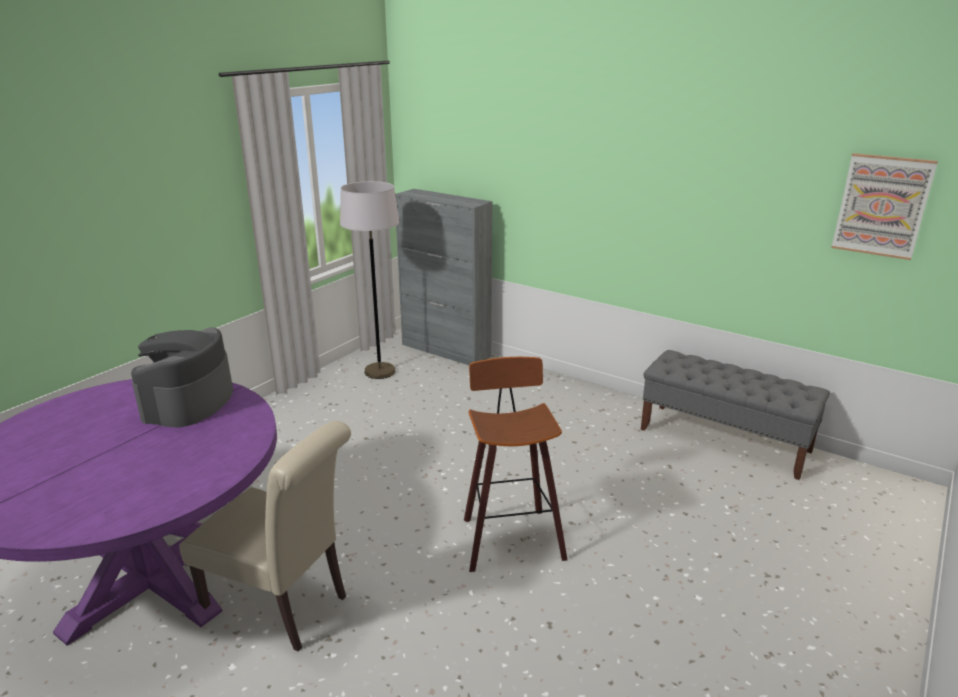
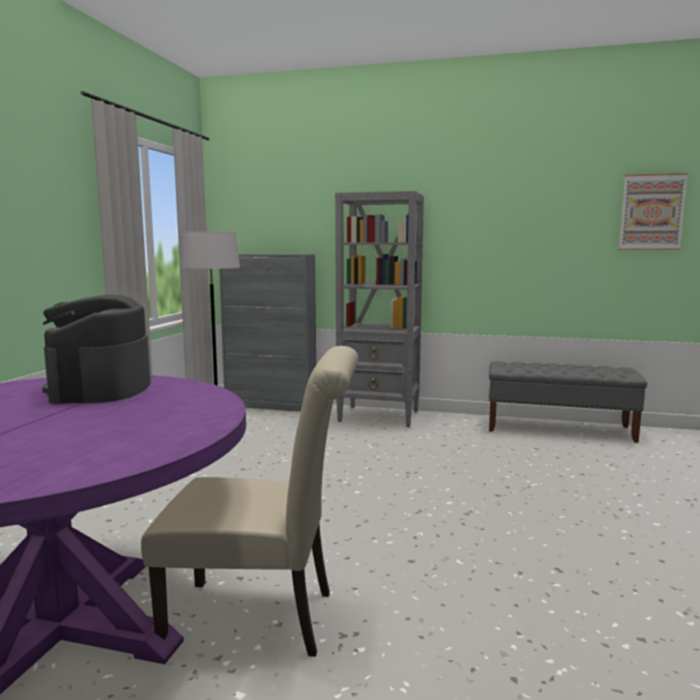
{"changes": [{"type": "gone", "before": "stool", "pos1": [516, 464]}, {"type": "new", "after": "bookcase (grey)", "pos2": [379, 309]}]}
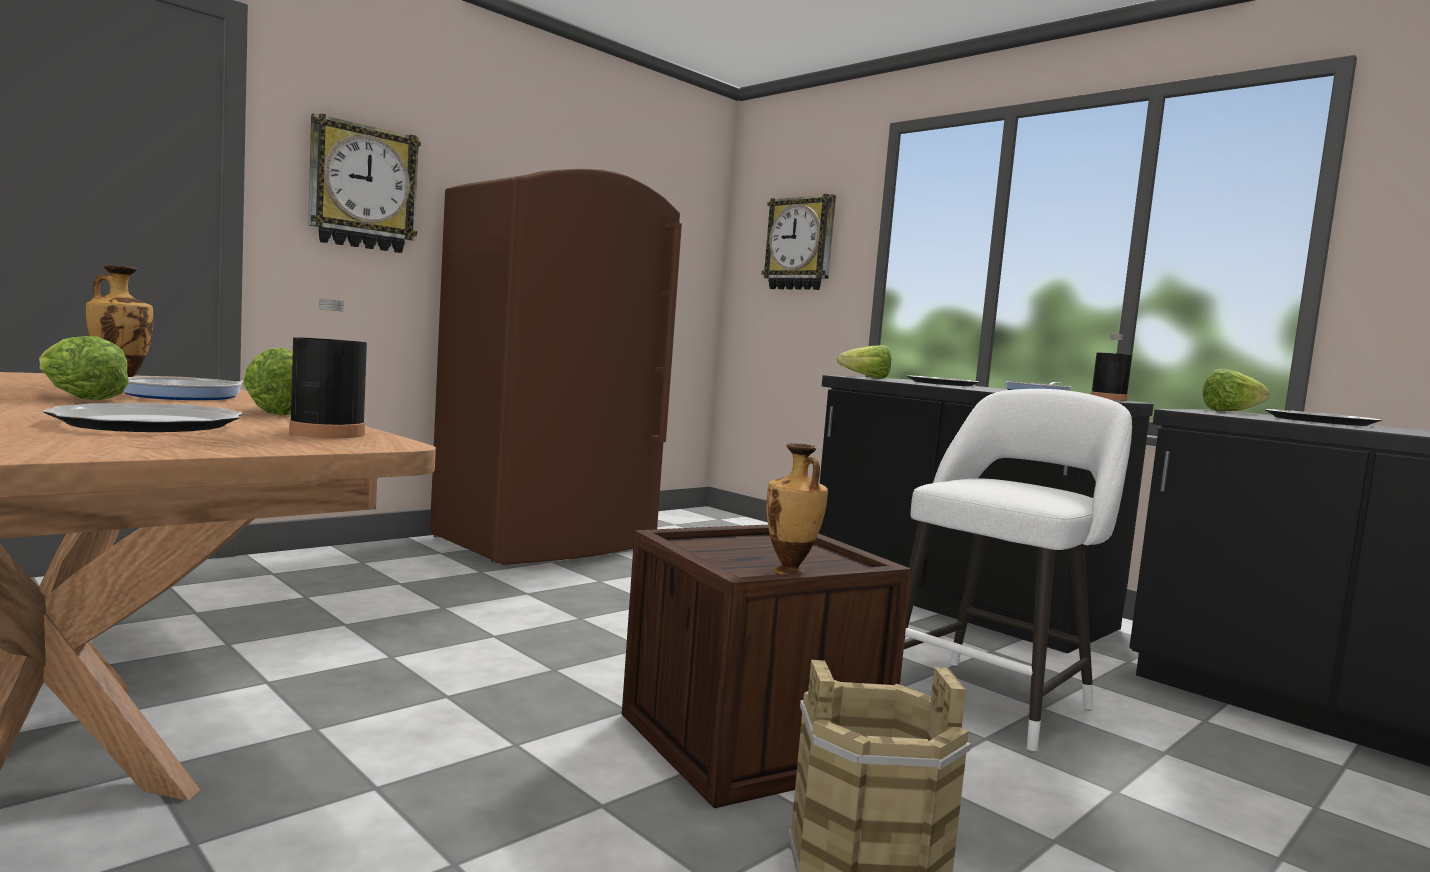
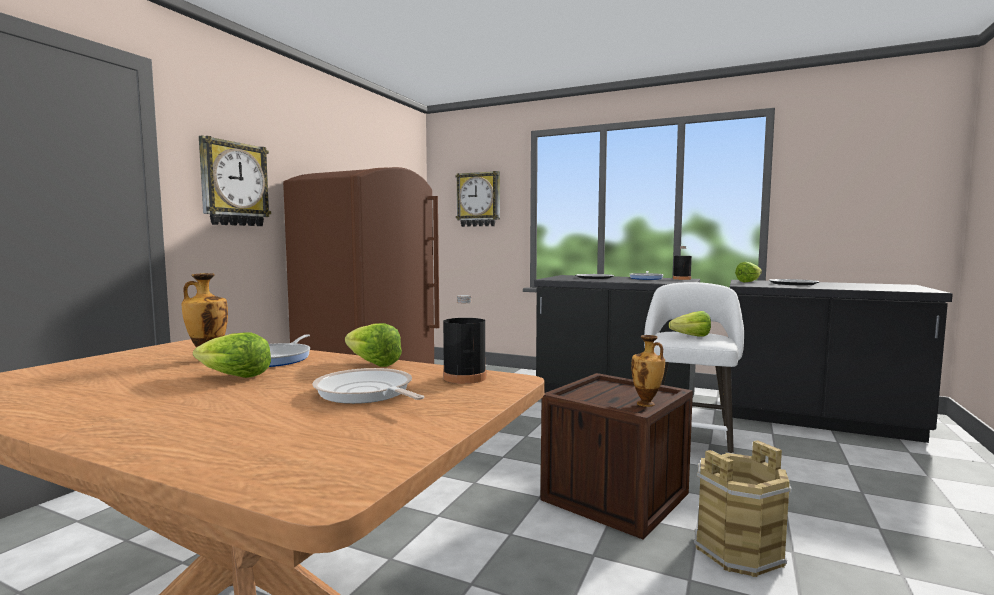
{"changes": [{"type": "shifted", "before": "lettuce", "pos1": [864, 362], "pos2": [690, 324]}, {"type": "swapped", "before": "plate", "after": "frying pan", "pos1": [143, 417], "pos2": [368, 386]}]}
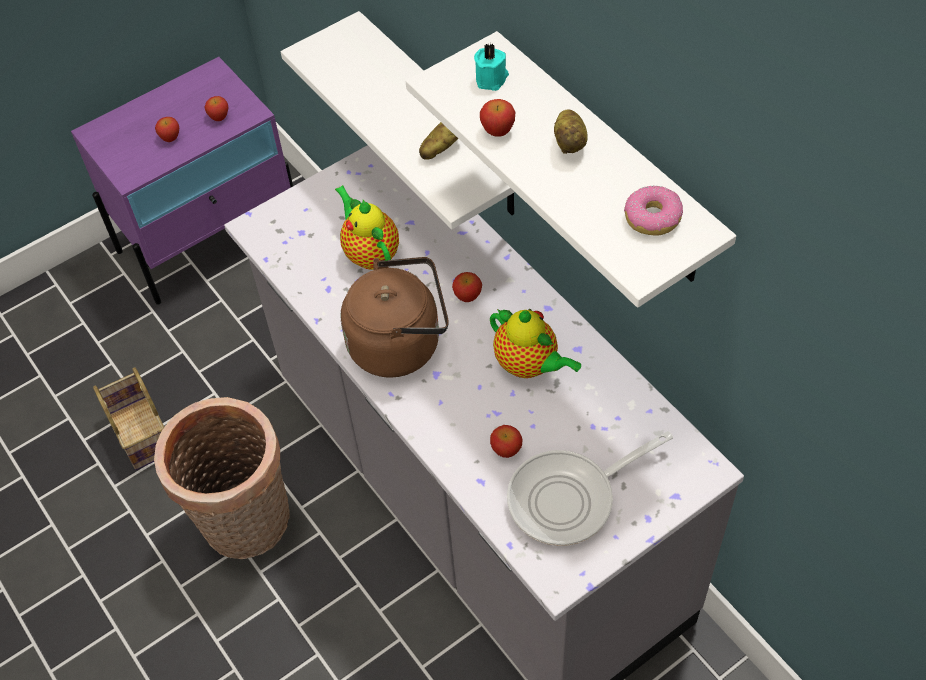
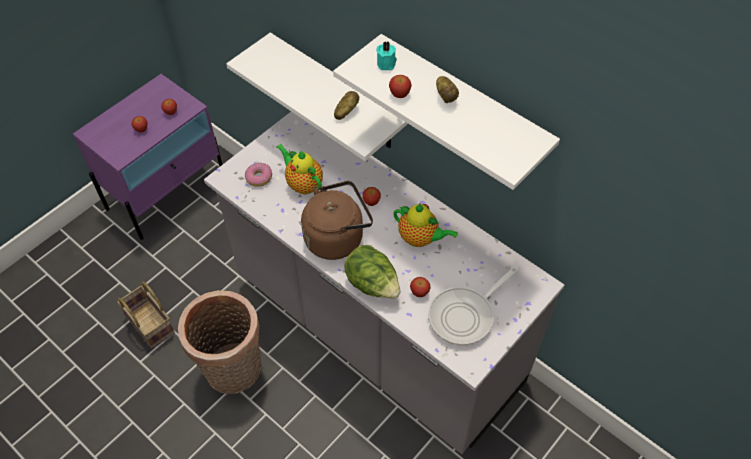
{"changes": [{"type": "shifted", "before": "donut", "pos1": [653, 211], "pos2": [258, 174]}, {"type": "new", "after": "lettuce", "pos2": [372, 272]}]}
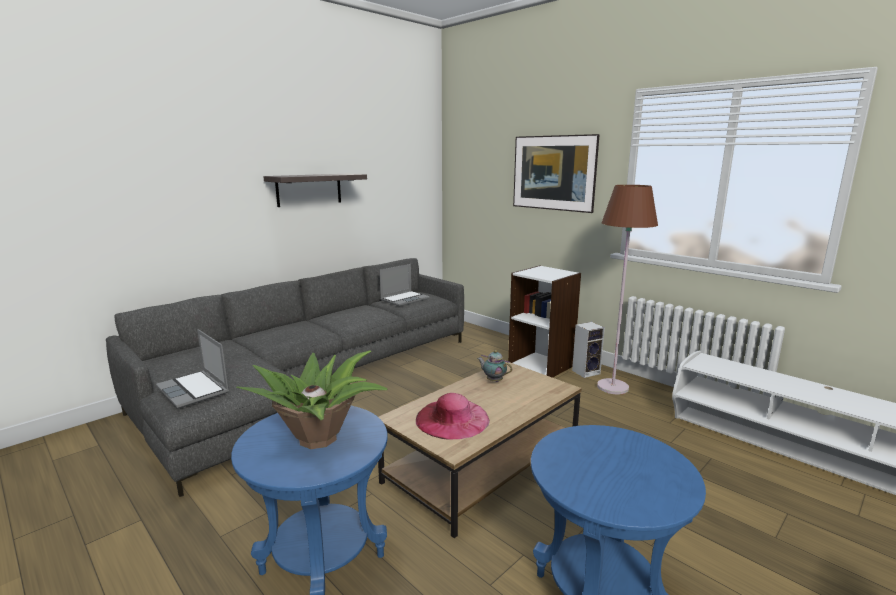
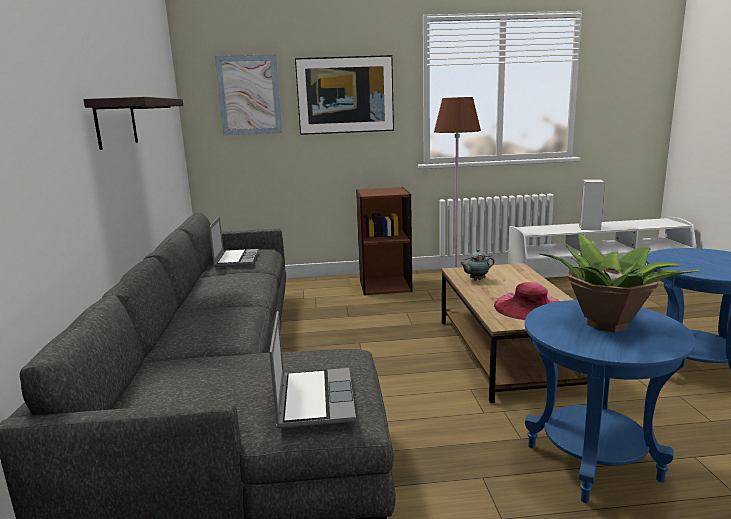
{"changes": [{"type": "repainted", "before": "bookcase (white)", "after": "bookcase (brown)", "pos1": [544, 321], "pos2": [384, 241]}, {"type": "shifted", "before": "speaker", "pos1": [588, 350], "pos2": [592, 205]}, {"type": "rotated", "before": "laptop", "pos1": [192, 369], "pos2": [312, 369], "turn": -90}, {"type": "new", "after": "picture", "pos2": [248, 95]}]}
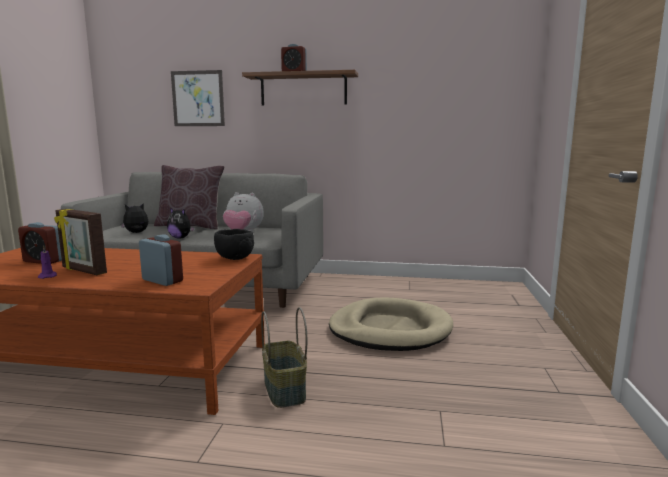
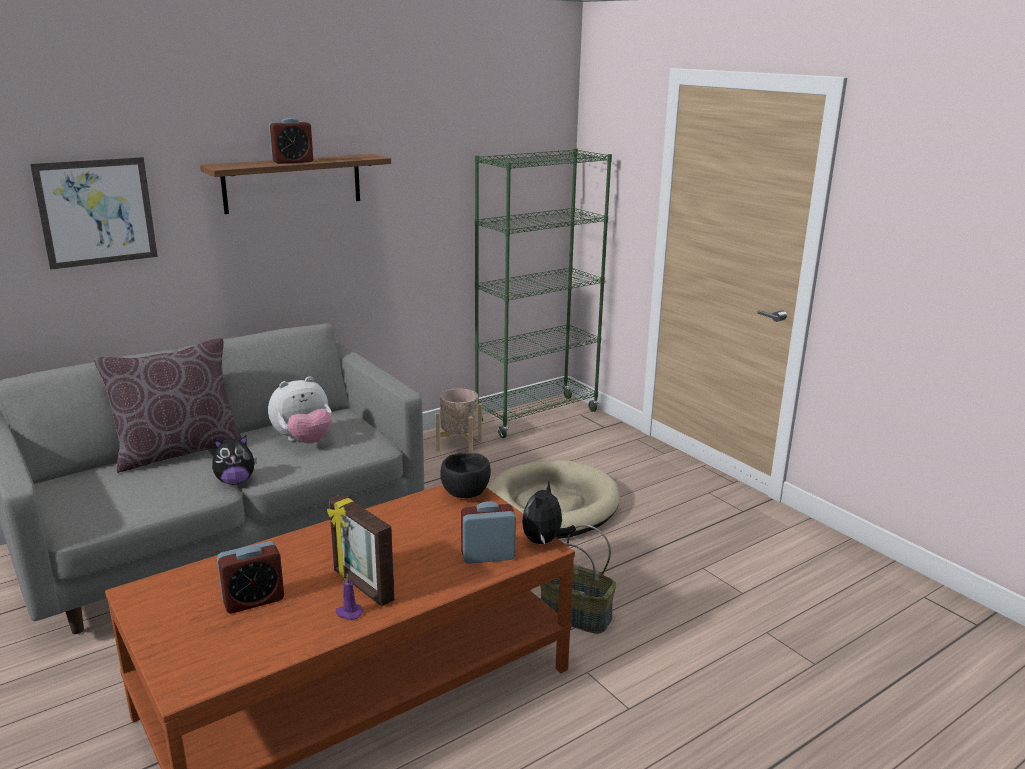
{"changes": [{"type": "shifted", "before": "plush toy", "pos1": [134, 218], "pos2": [549, 512]}, {"type": "rotated", "before": "picture frame", "pos1": [80, 242], "pos2": [360, 550], "turn": 60}, {"type": "new", "after": "bookcase (green)", "pos2": [543, 293]}, {"type": "new", "after": "planter (beige)", "pos2": [459, 421]}]}
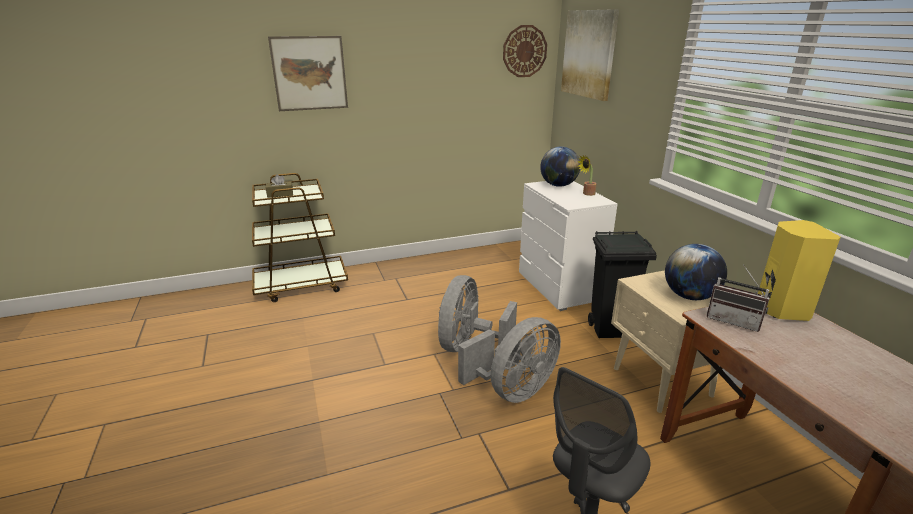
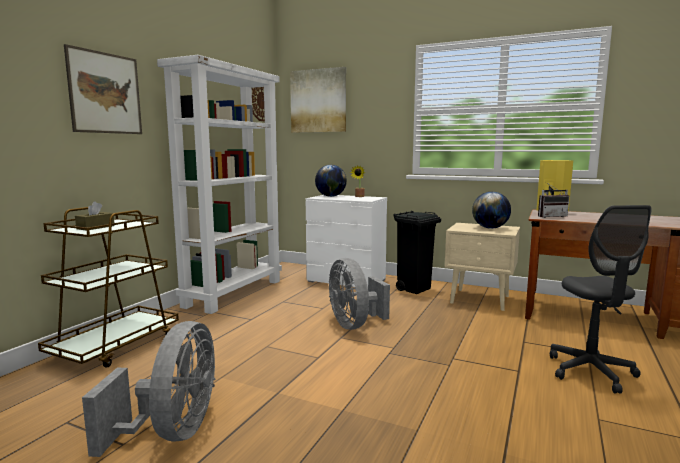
{"changes": [{"type": "shifted", "before": "fan (grey)", "pos1": [509, 360], "pos2": [148, 389]}, {"type": "new", "after": "bookcase (white)", "pos2": [219, 184]}]}
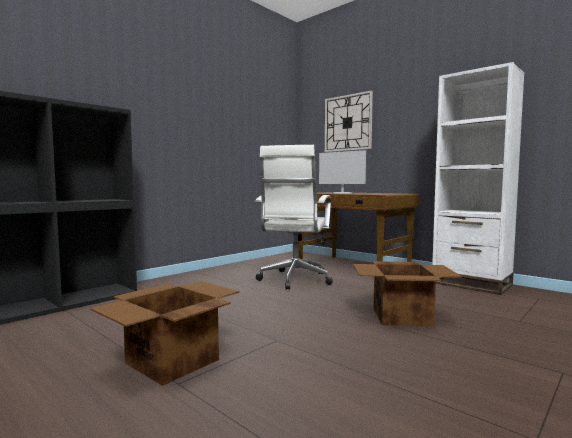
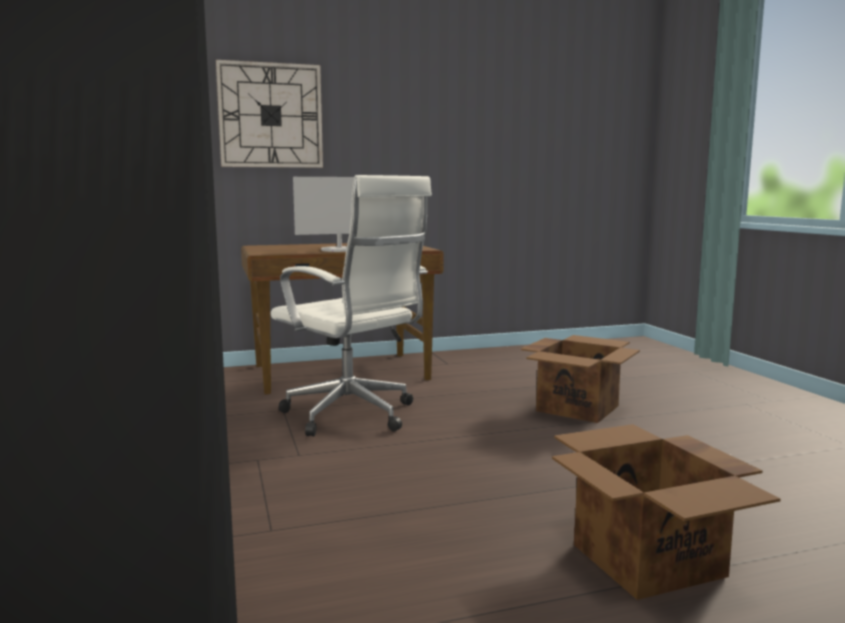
{"changes": [{"type": "gone", "before": "bookcase (white)", "pos1": [478, 178]}]}
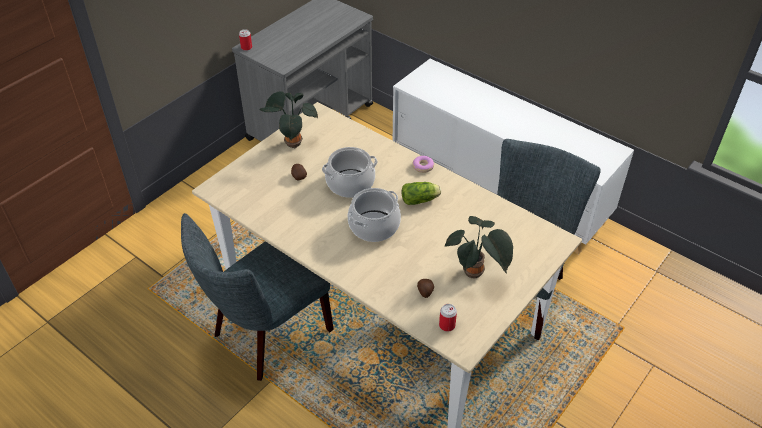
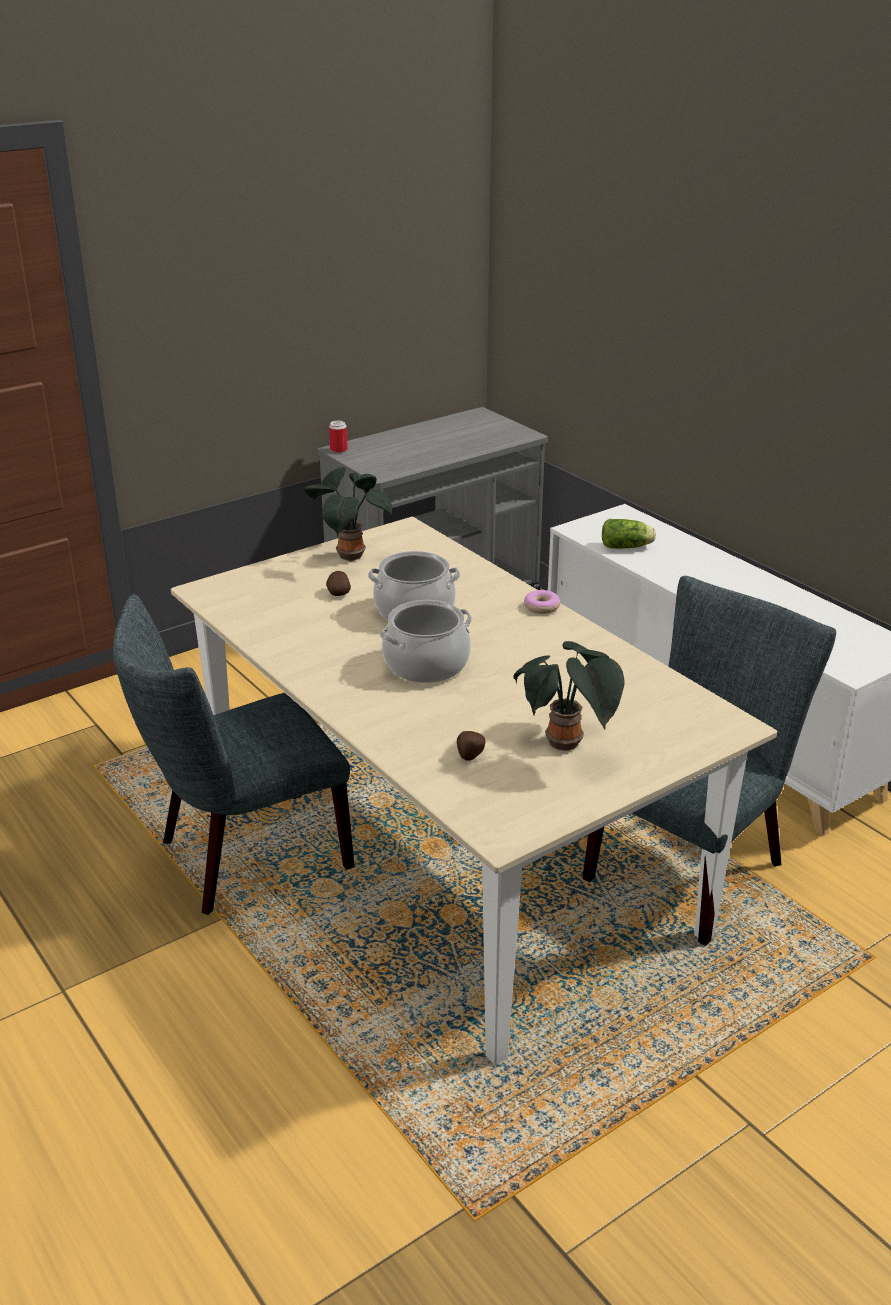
{"changes": [{"type": "shifted", "before": "lettuce", "pos1": [421, 193], "pos2": [629, 534]}, {"type": "gone", "before": "can", "pos1": [448, 318]}]}
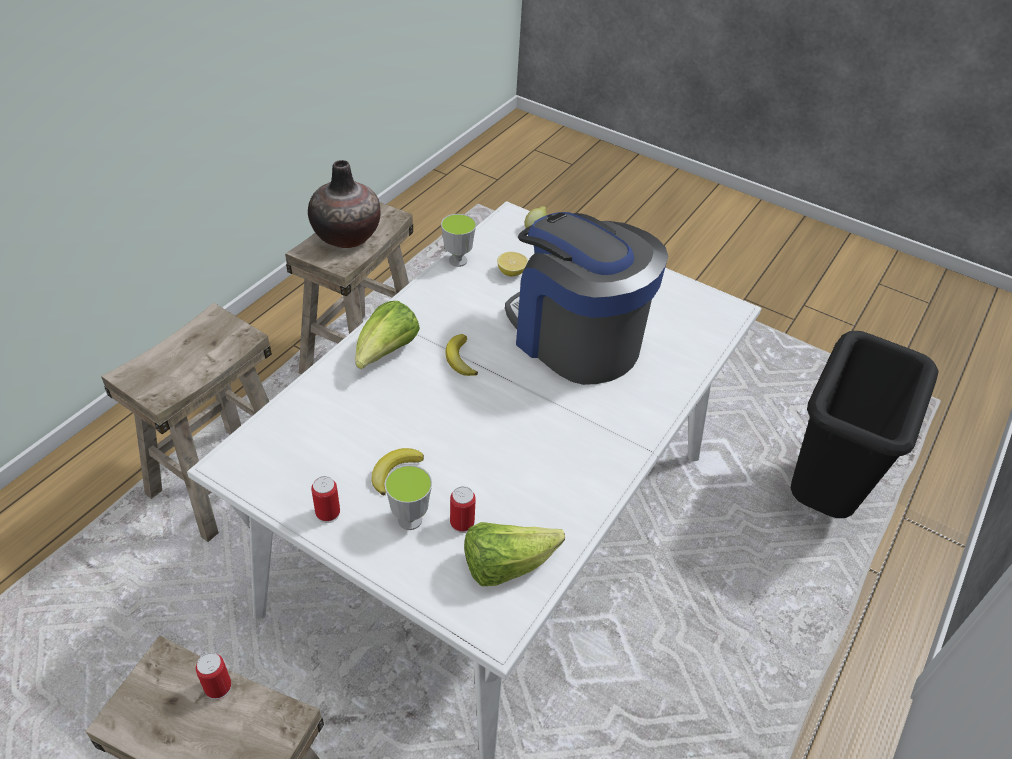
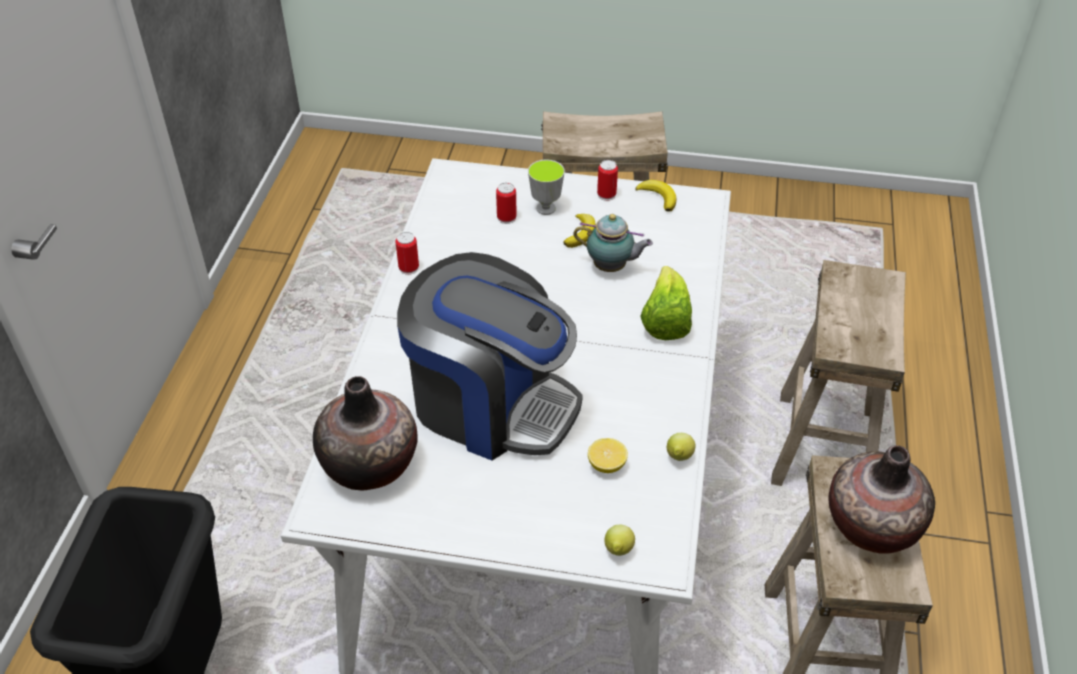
{"changes": [{"type": "swapped", "before": "cup", "after": "lemon", "pos1": [458, 240], "pos2": [681, 447]}, {"type": "shifted", "before": "banana", "pos1": [461, 355], "pos2": [655, 196]}, {"type": "gone", "before": "lettuce", "pos1": [514, 554]}, {"type": "shifted", "before": "can", "pos1": [213, 676], "pos2": [407, 253]}, {"type": "new", "after": "teapot", "pos2": [613, 243]}, {"type": "new", "after": "vase", "pos2": [365, 433]}]}
